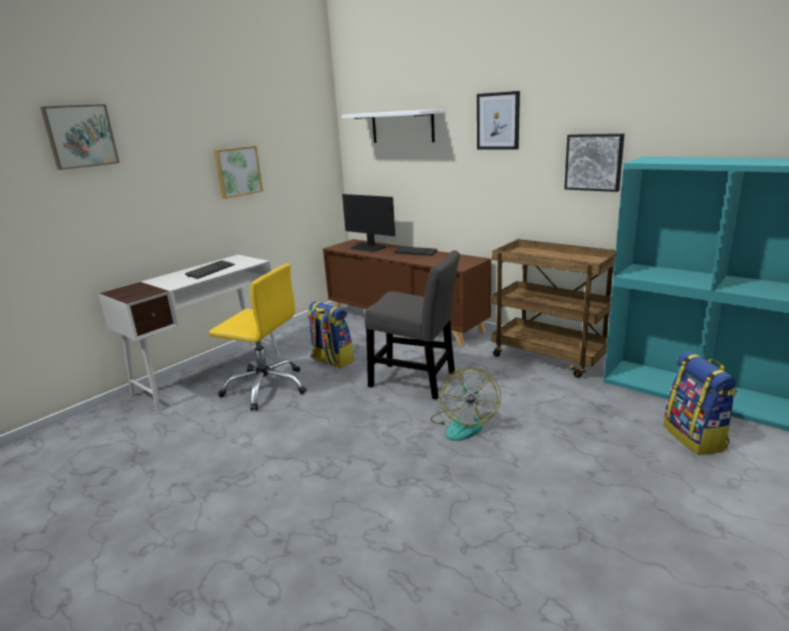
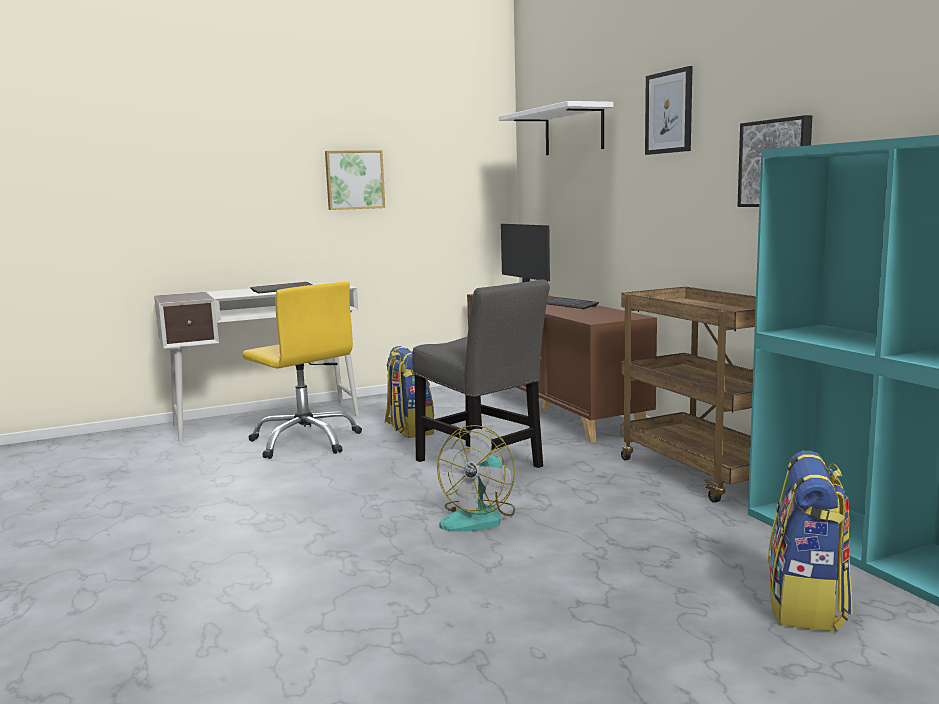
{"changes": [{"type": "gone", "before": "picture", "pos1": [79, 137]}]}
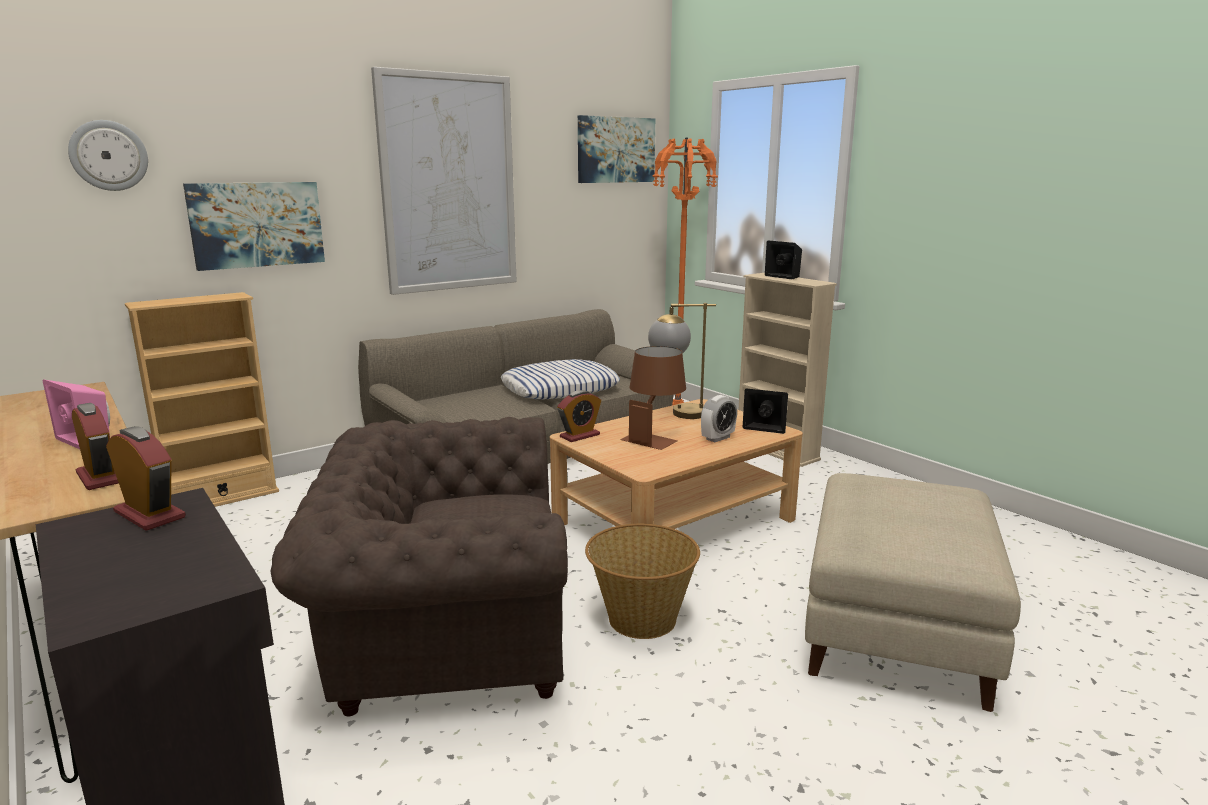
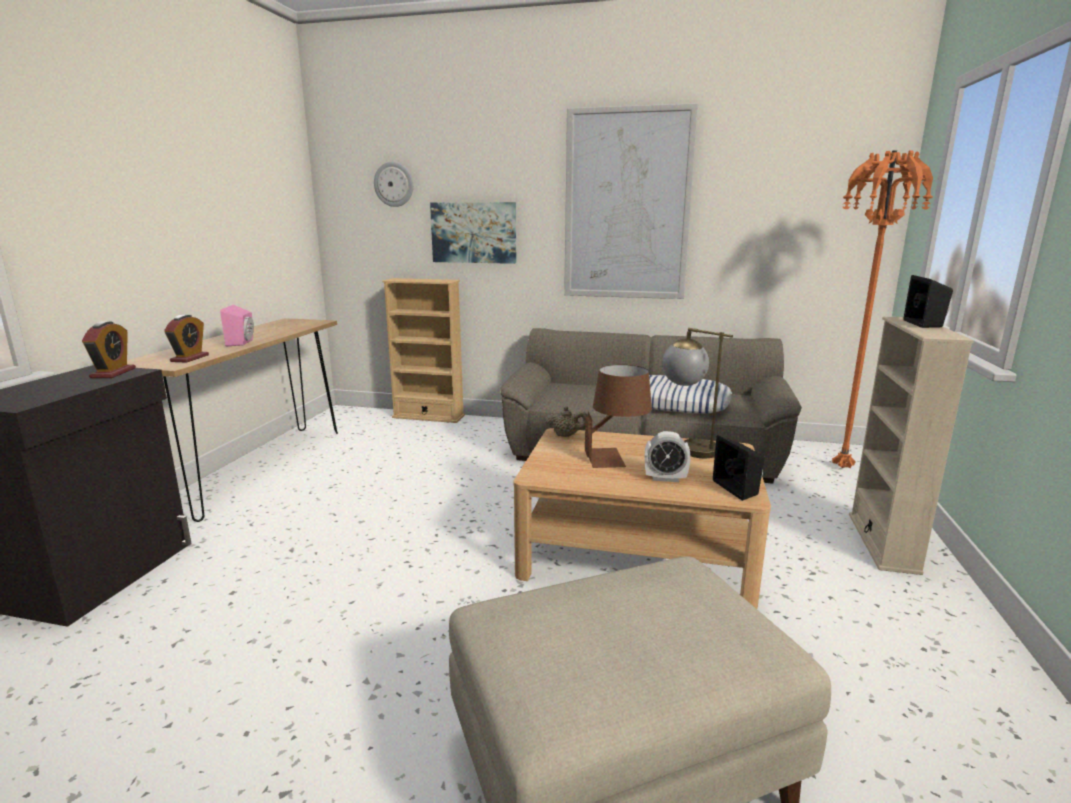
{"changes": [{"type": "gone", "before": "picture", "pos1": [616, 149]}, {"type": "swapped", "before": "alarm clock", "after": "teapot (beige)", "pos1": [579, 416], "pos2": [566, 422]}, {"type": "gone", "before": "armchair (brown)", "pos1": [419, 566]}, {"type": "gone", "before": "basket", "pos1": [642, 581]}]}
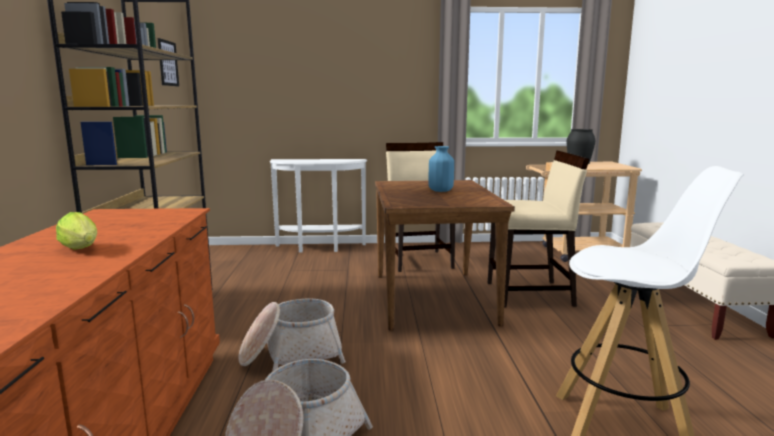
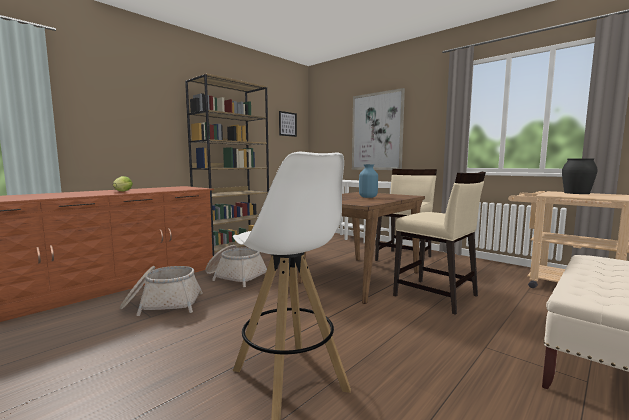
{"changes": [{"type": "new", "after": "picture", "pos2": [378, 129]}]}
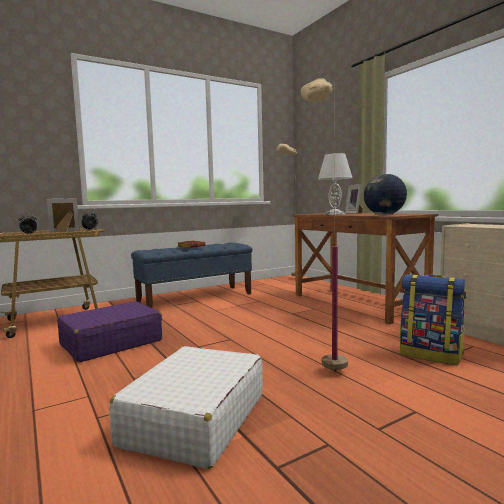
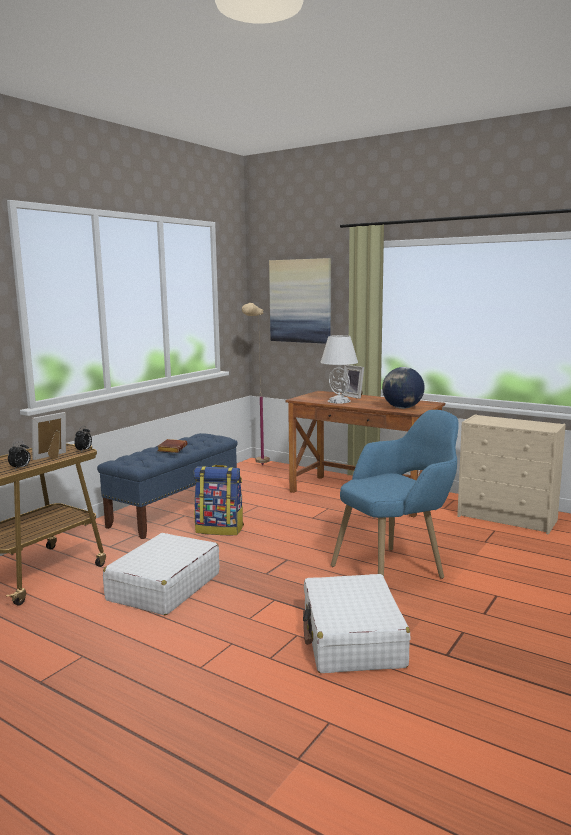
{"changes": [{"type": "swapped", "before": "floor lamp (beige)", "after": "armchair (blue)", "pos1": [324, 225], "pos2": [395, 494]}, {"type": "shifted", "before": "backpack", "pos1": [433, 319], "pos2": [218, 500]}, {"type": "repainted", "before": "suitcase (purple)", "after": "suitcase (white)", "pos1": [109, 331], "pos2": [161, 574]}, {"type": "new", "after": "picture", "pos2": [300, 301]}]}
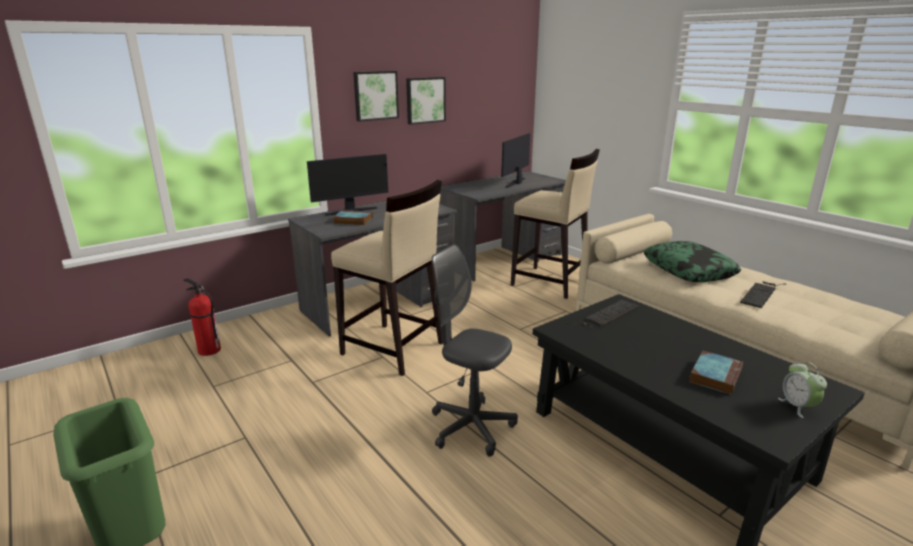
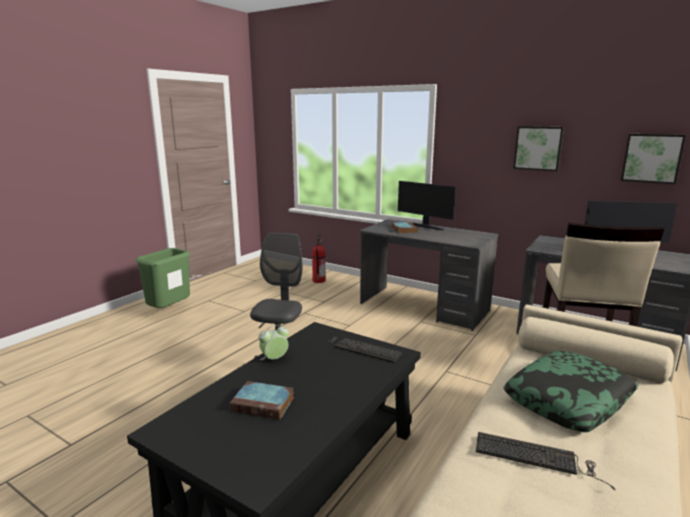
{"changes": [{"type": "shifted", "before": "picture", "pos1": [376, 96], "pos2": [653, 159]}, {"type": "gone", "before": "stool (beige)", "pos1": [387, 278]}, {"type": "shifted", "before": "alarm clock", "pos1": [802, 390], "pos2": [273, 342]}]}
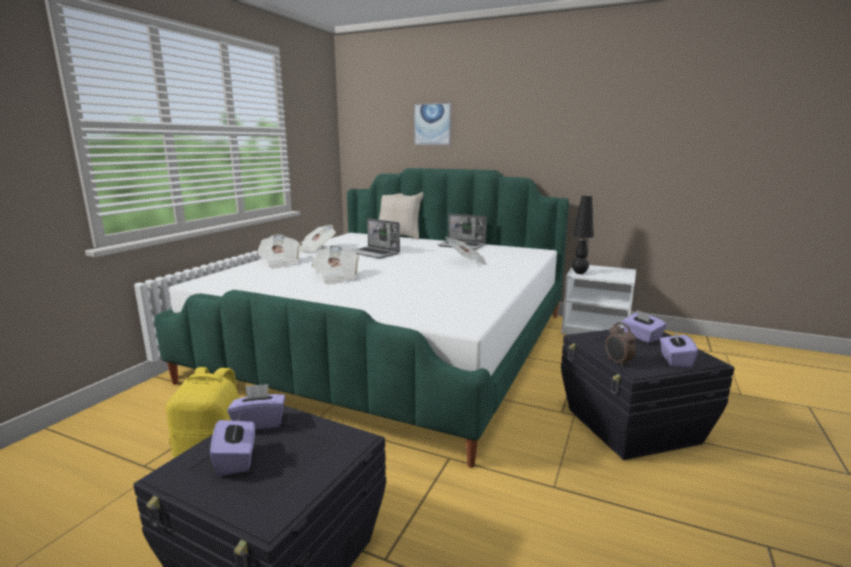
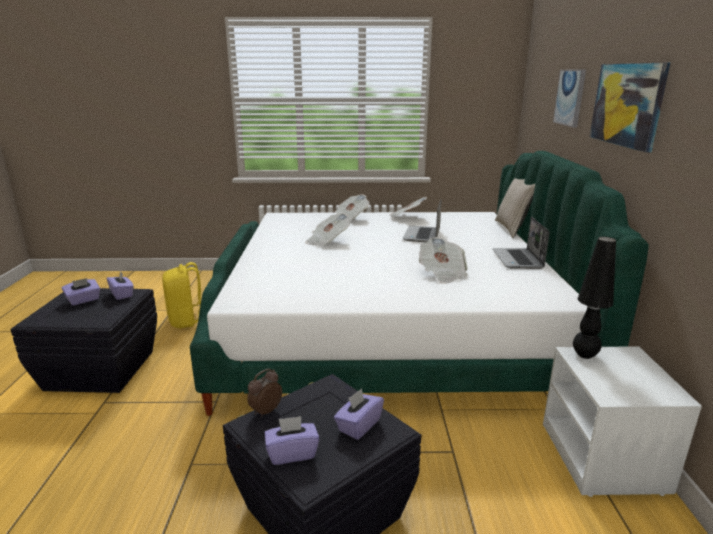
{"changes": [{"type": "new", "after": "picture", "pos2": [629, 107]}]}
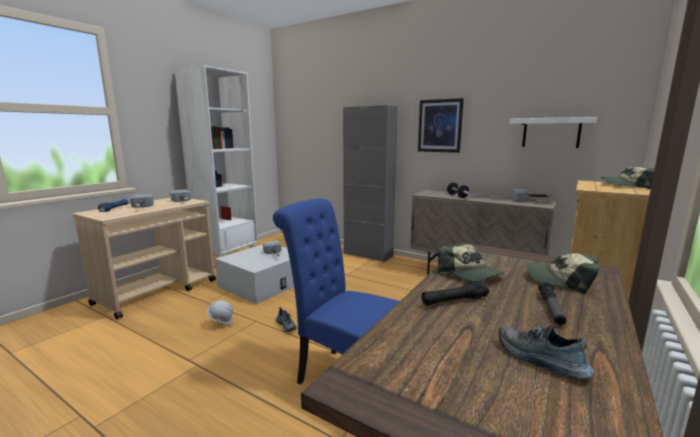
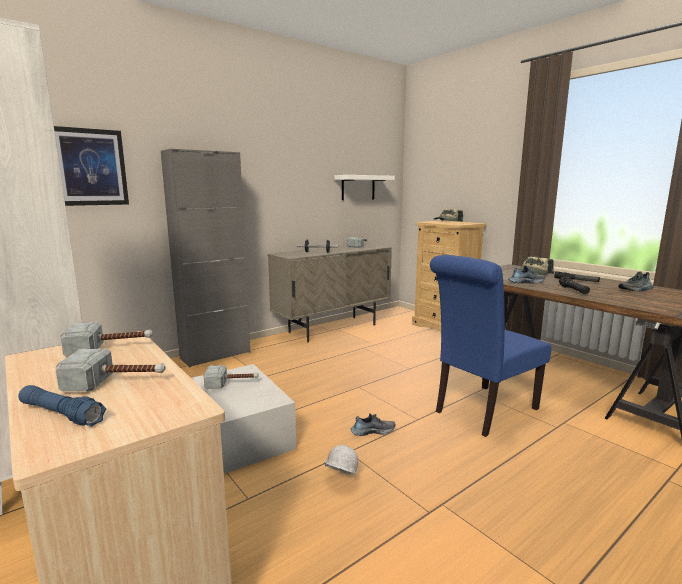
{"changes": [{"type": "shifted", "before": "picture", "pos1": [441, 125], "pos2": [91, 166]}, {"type": "swapped", "before": "cap", "after": "shoe", "pos1": [471, 262], "pos2": [526, 275]}]}
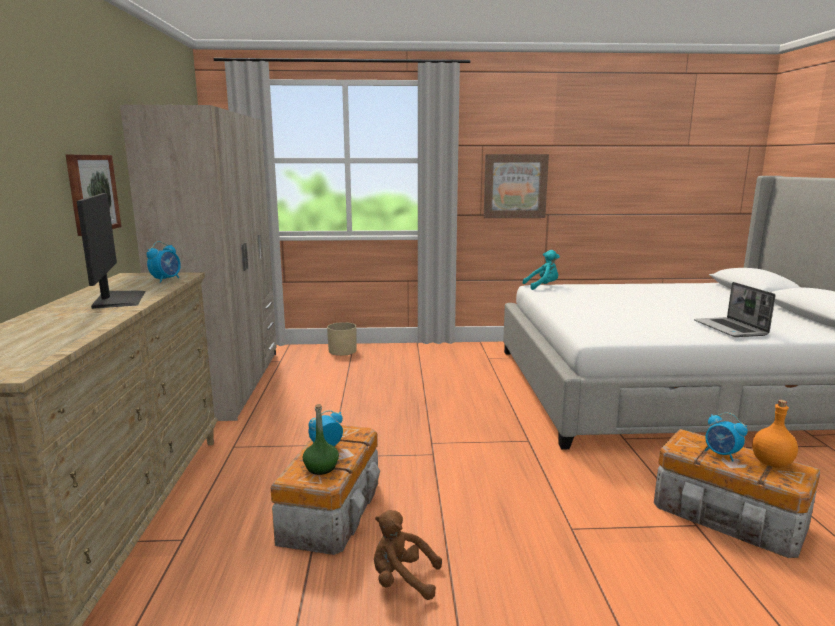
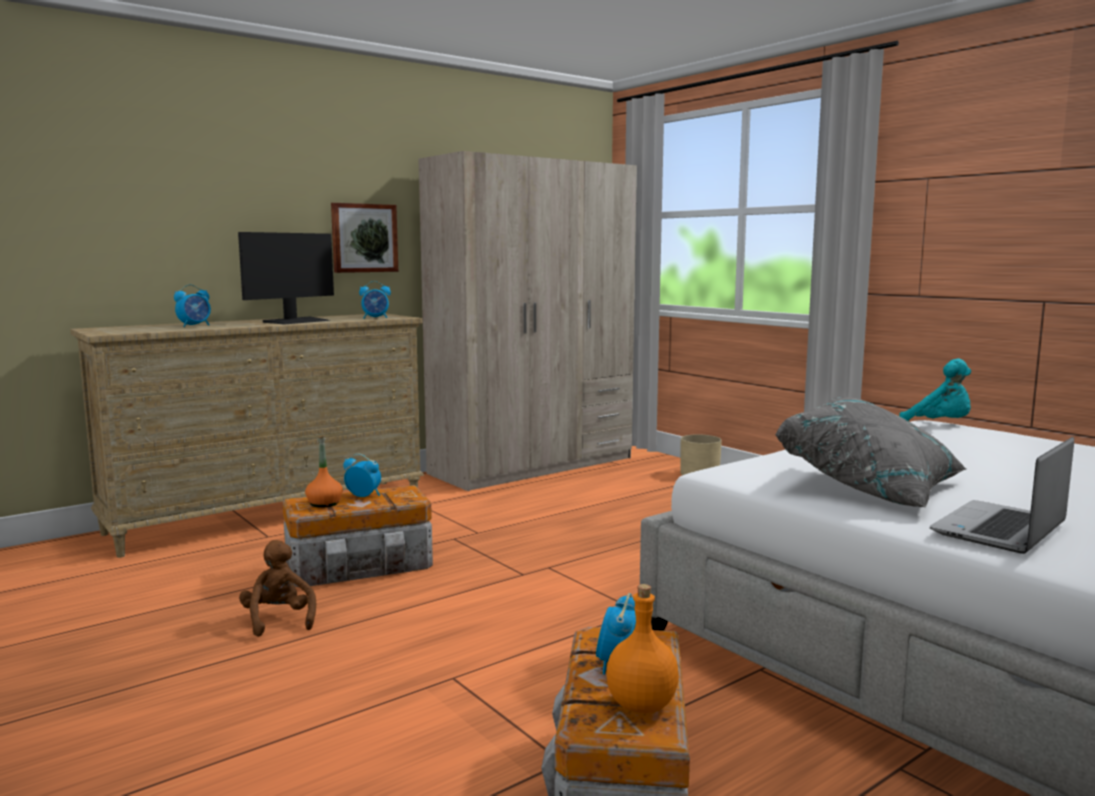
{"changes": [{"type": "gone", "before": "picture", "pos1": [516, 186]}, {"type": "repainted", "before": "bottle (green)", "after": "bottle (orange)", "pos1": [321, 439], "pos2": [324, 471]}, {"type": "new", "after": "alarm clock", "pos2": [192, 305]}, {"type": "new", "after": "pillow (grey)", "pos2": [870, 452]}]}
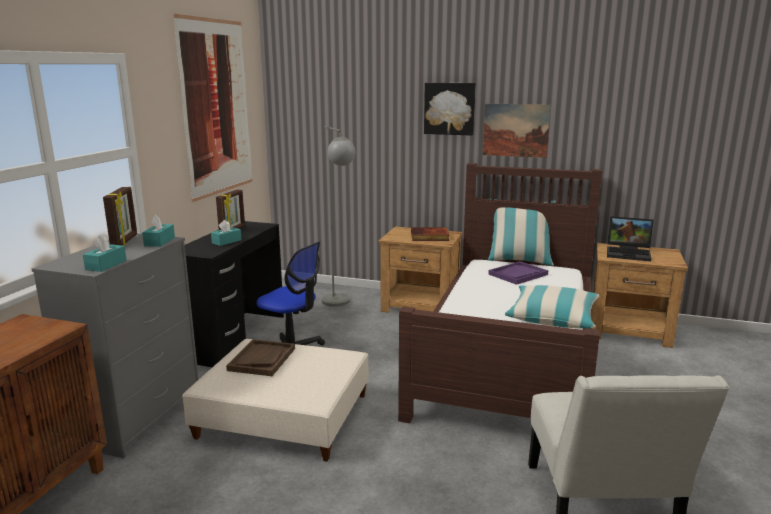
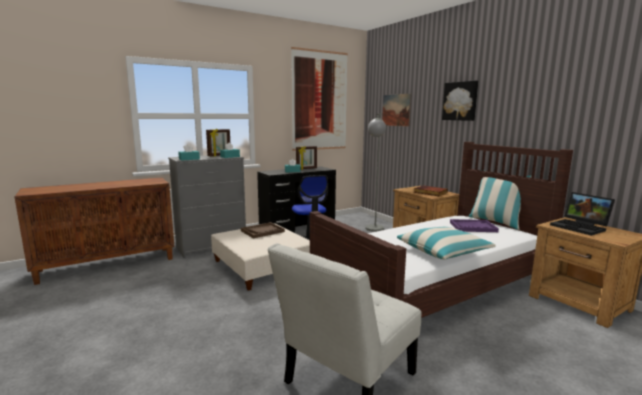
{"changes": [{"type": "shifted", "before": "picture", "pos1": [517, 131], "pos2": [396, 110]}]}
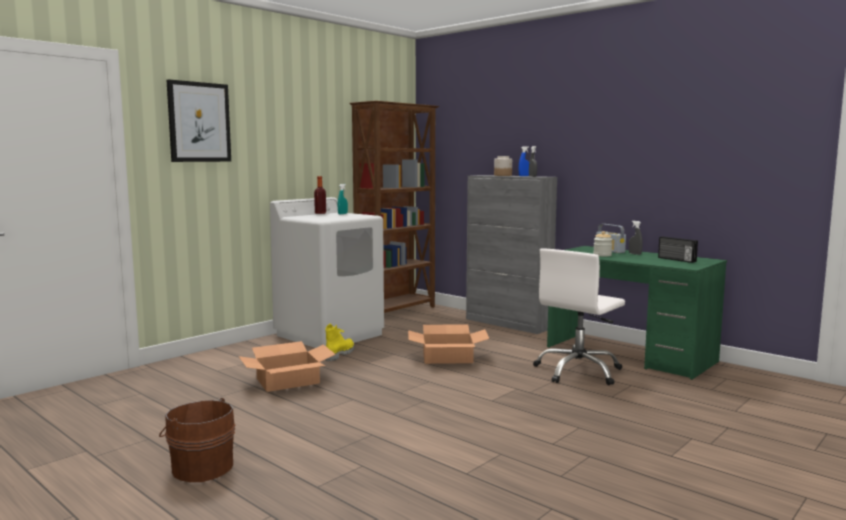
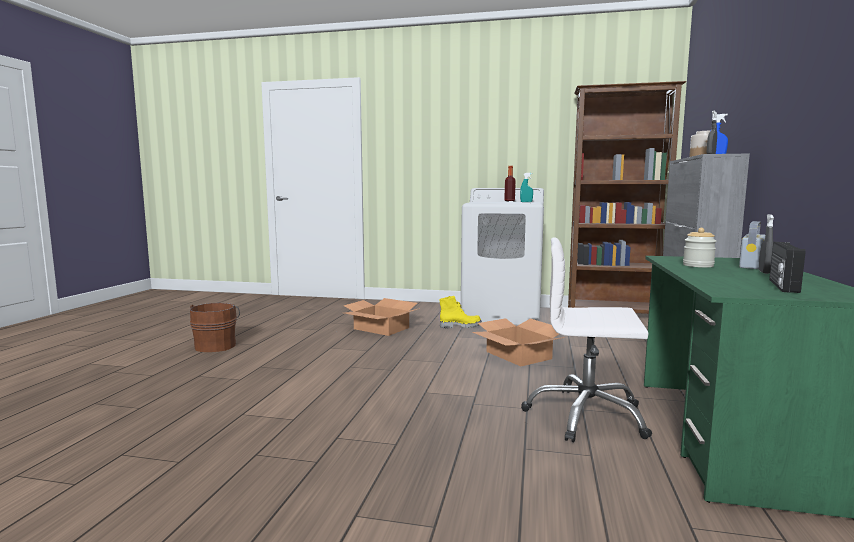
{"changes": [{"type": "gone", "before": "picture", "pos1": [198, 120]}]}
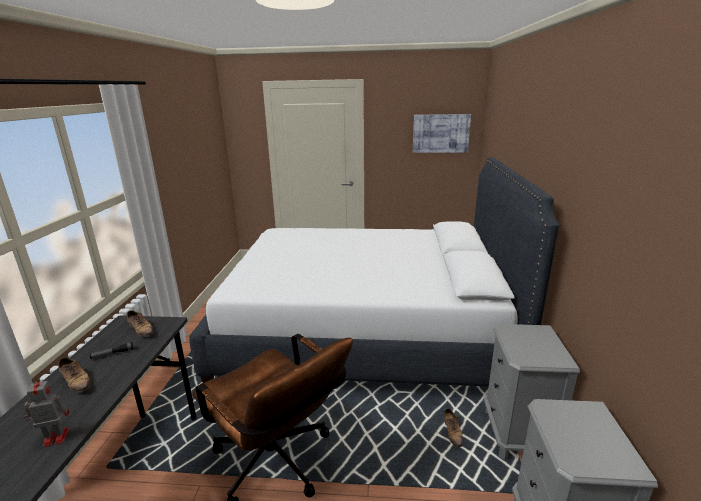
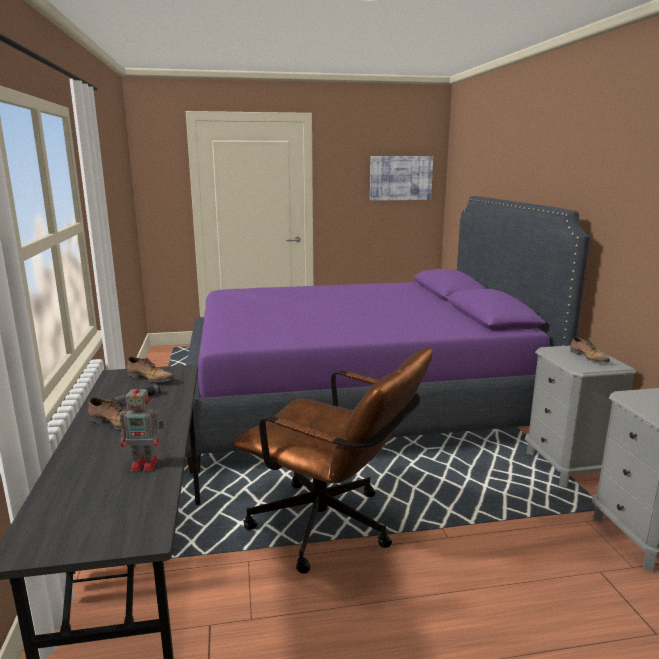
{"changes": [{"type": "repainted", "before": "bed (white)", "after": "bed (purple)", "pos1": [374, 272], "pos2": [388, 335]}, {"type": "rotated", "before": "toy robot", "pos1": [46, 412], "pos2": [142, 426], "turn": -150}, {"type": "shifted", "before": "shoe", "pos1": [453, 428], "pos2": [590, 350]}]}
